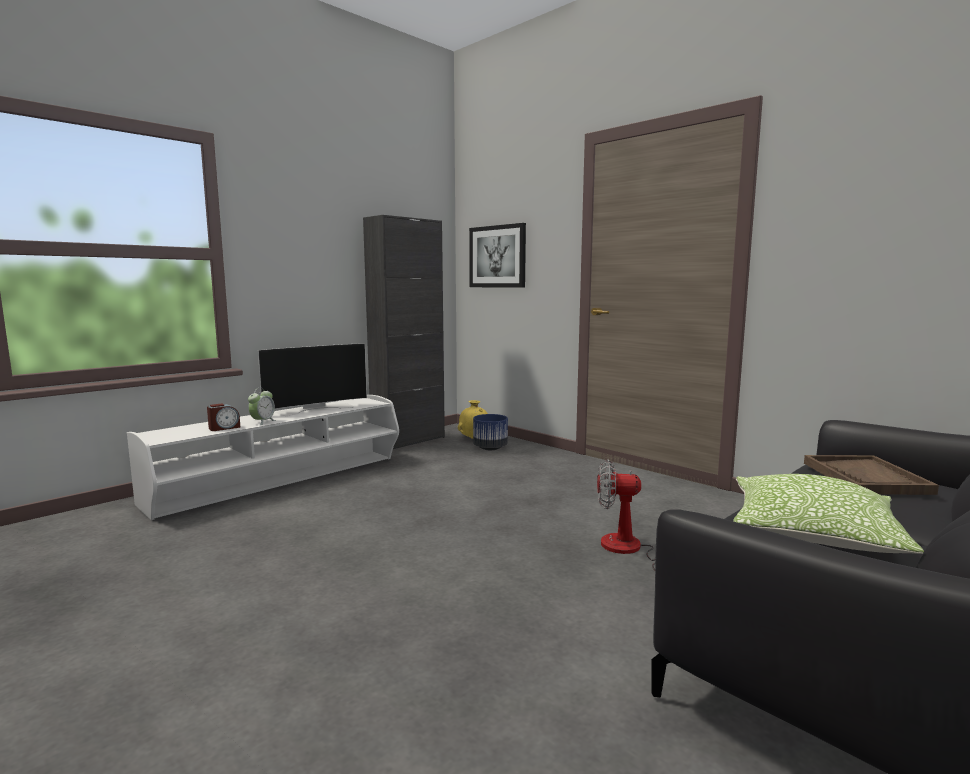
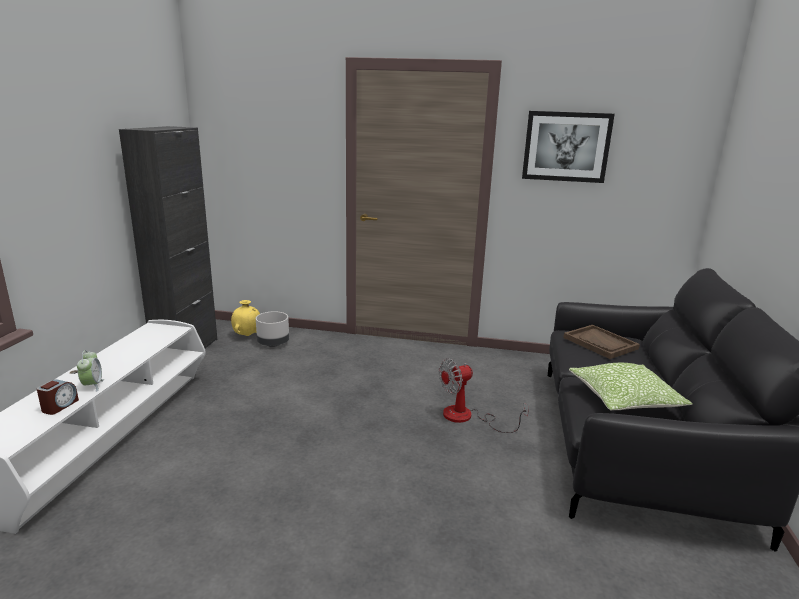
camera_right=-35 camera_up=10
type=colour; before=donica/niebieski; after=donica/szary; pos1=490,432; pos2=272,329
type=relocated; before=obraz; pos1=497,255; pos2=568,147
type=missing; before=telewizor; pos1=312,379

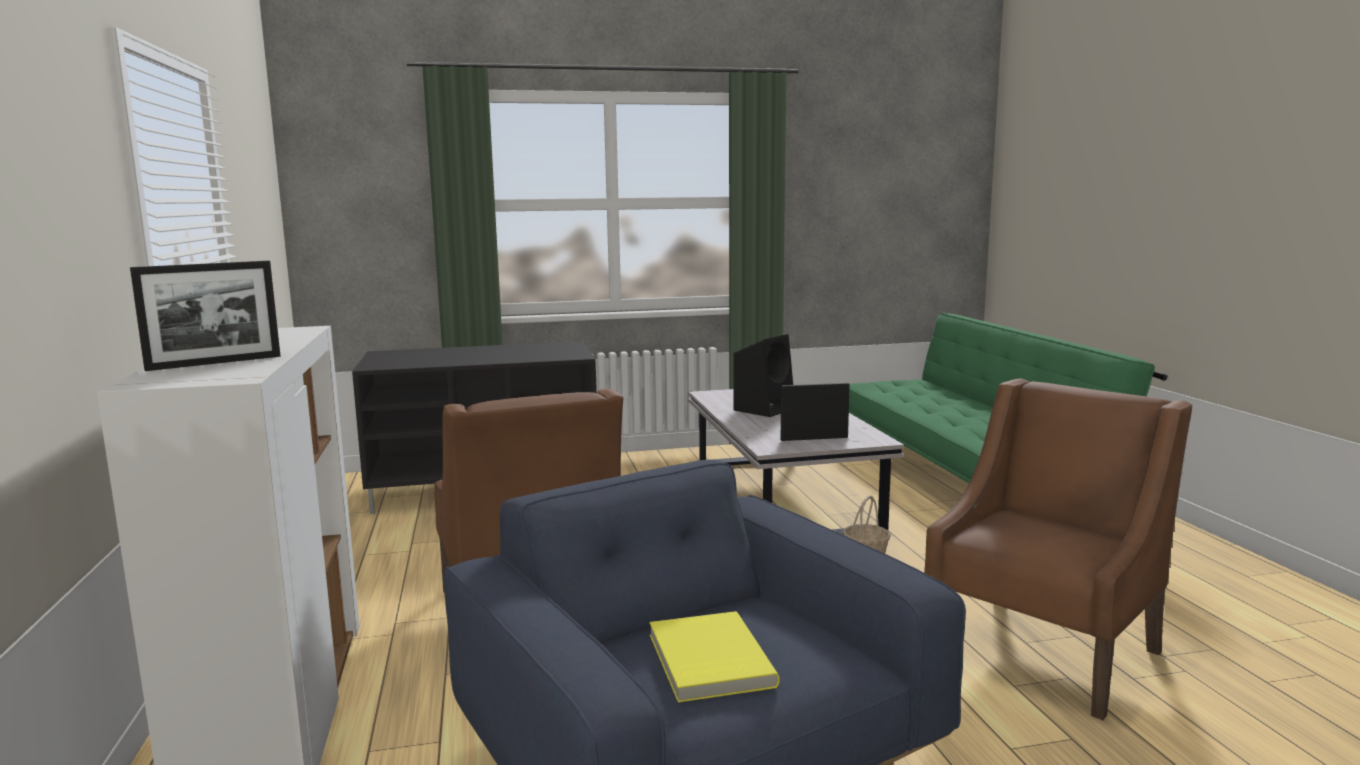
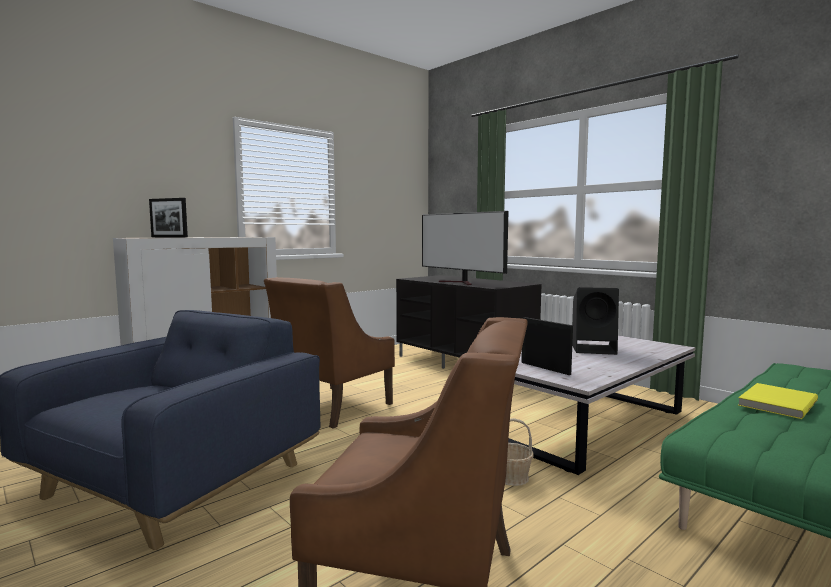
camera_right=60 camera_up=-5
type=appeared; after=telewizor; pos2=465,248
type=relocated; before=książka/żółty; pos1=715,657; pos2=778,401

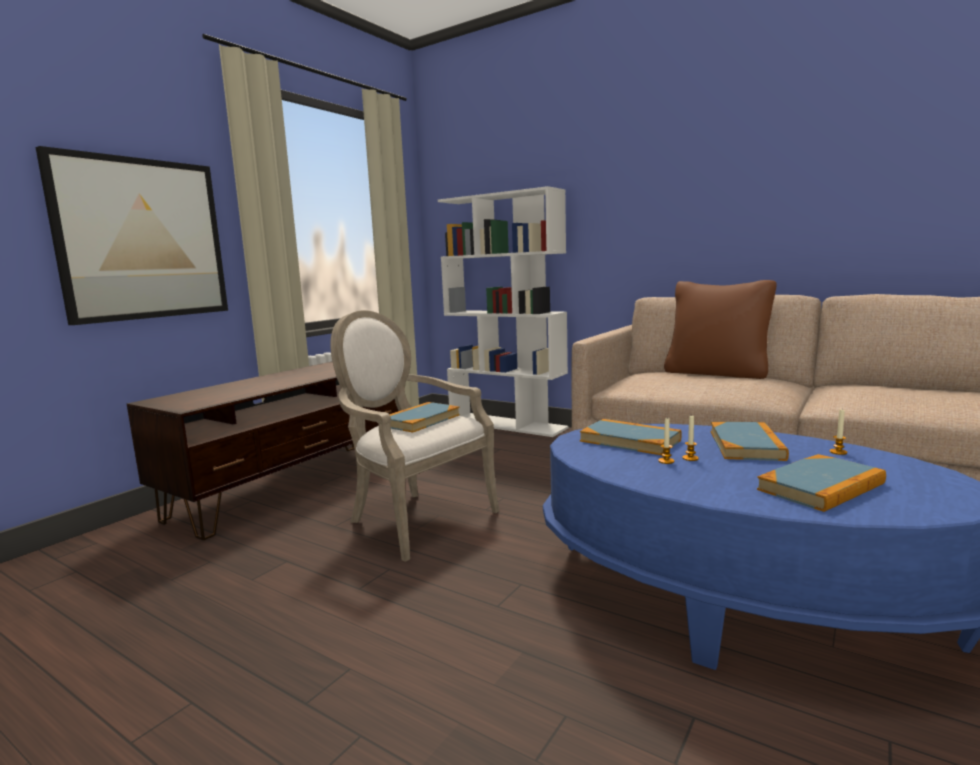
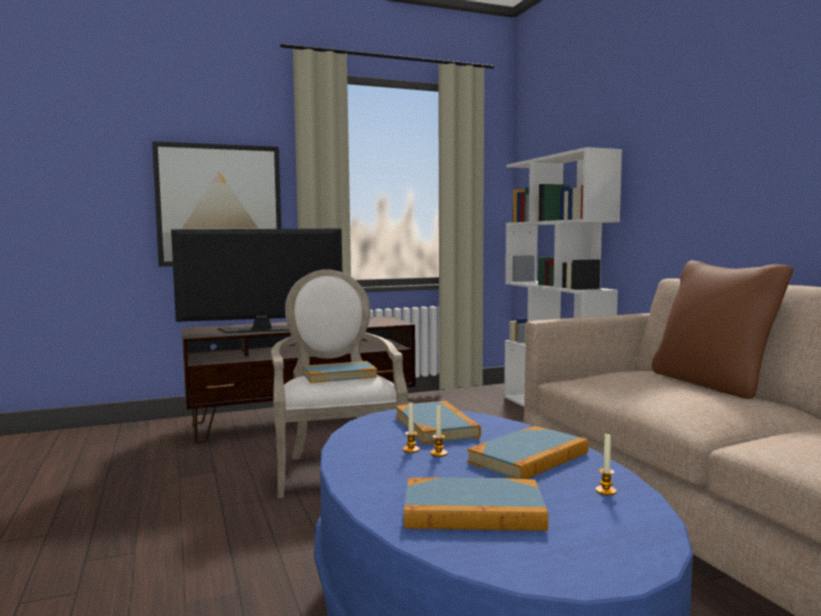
camera_right=35 camera_up=-5
type=appeared; after=telewizor; pos2=256,281

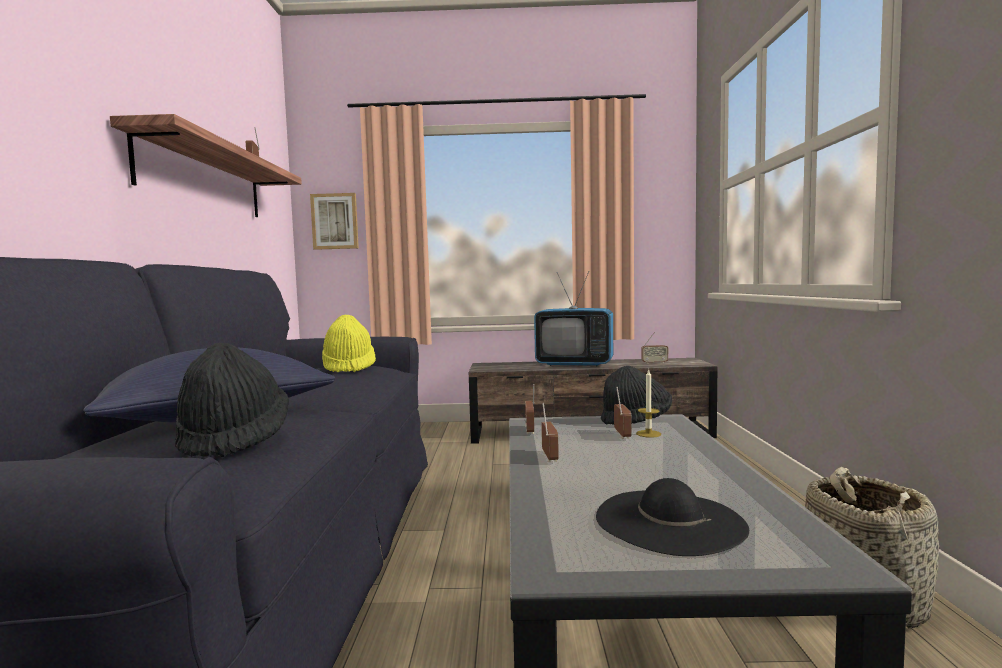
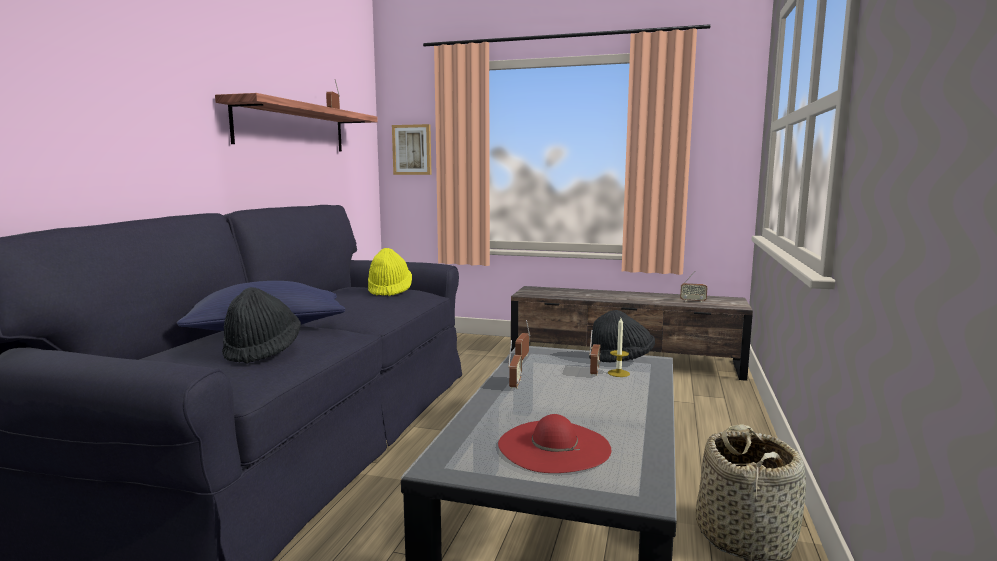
camera_right=15 camera_up=5
type=colour; before=kapelusz/czarny; after=kapelusz/czerwony; pos1=672,517; pos2=554,443
type=missing; before=telewizor; pos1=573,318

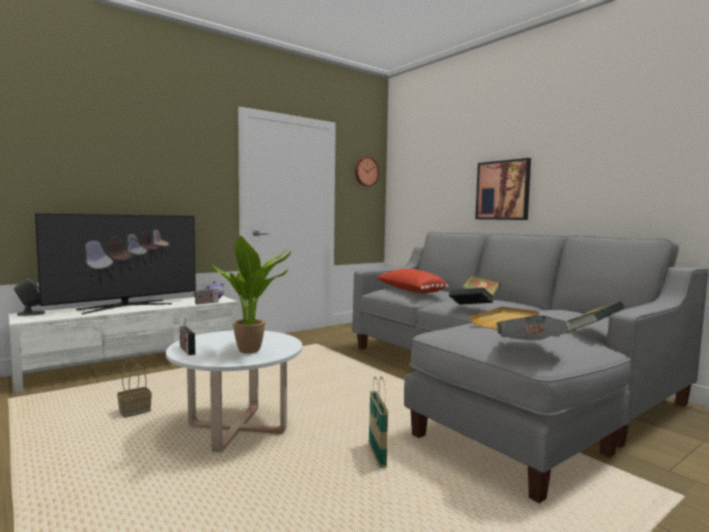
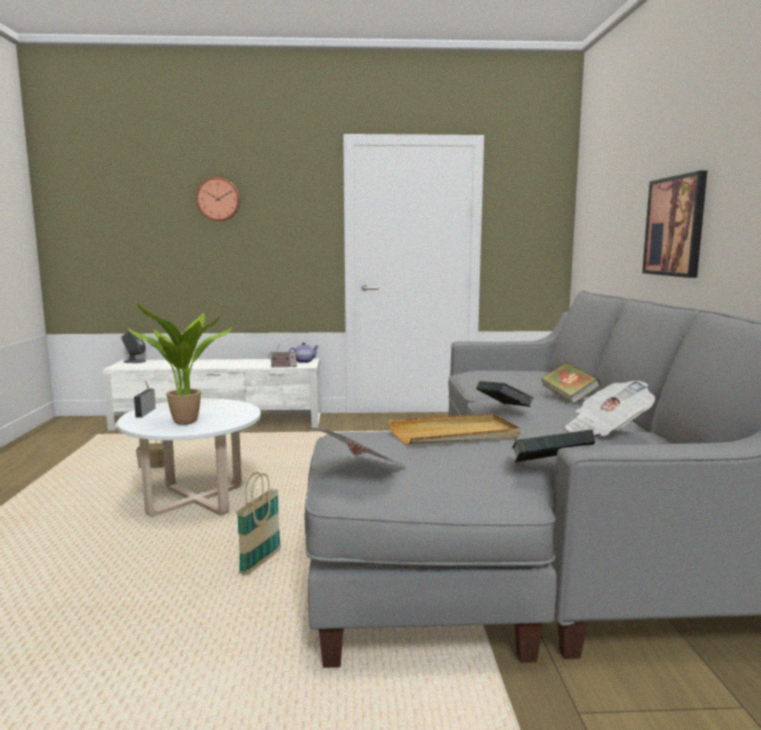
camera_right=35 camera_up=5
type=relocated; before=zegar ścienny; pos1=367,171; pos2=218,199
type=appeared; after=gazeta; pos2=610,408
type=missing; before=telewizor; pos1=115,263
type=missing; before=poduszka/czerwony; pos1=413,281

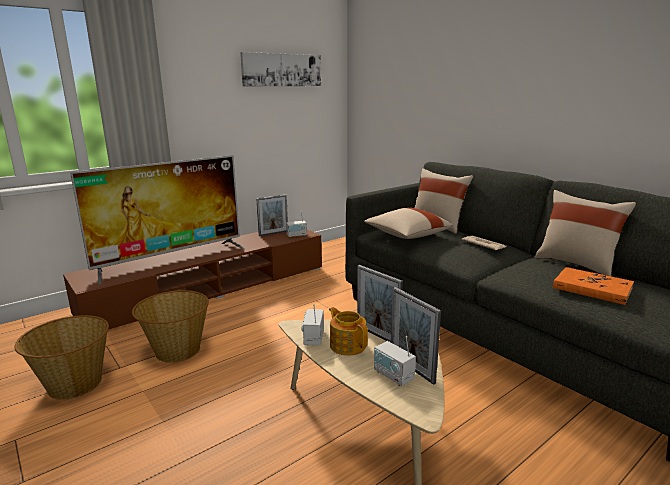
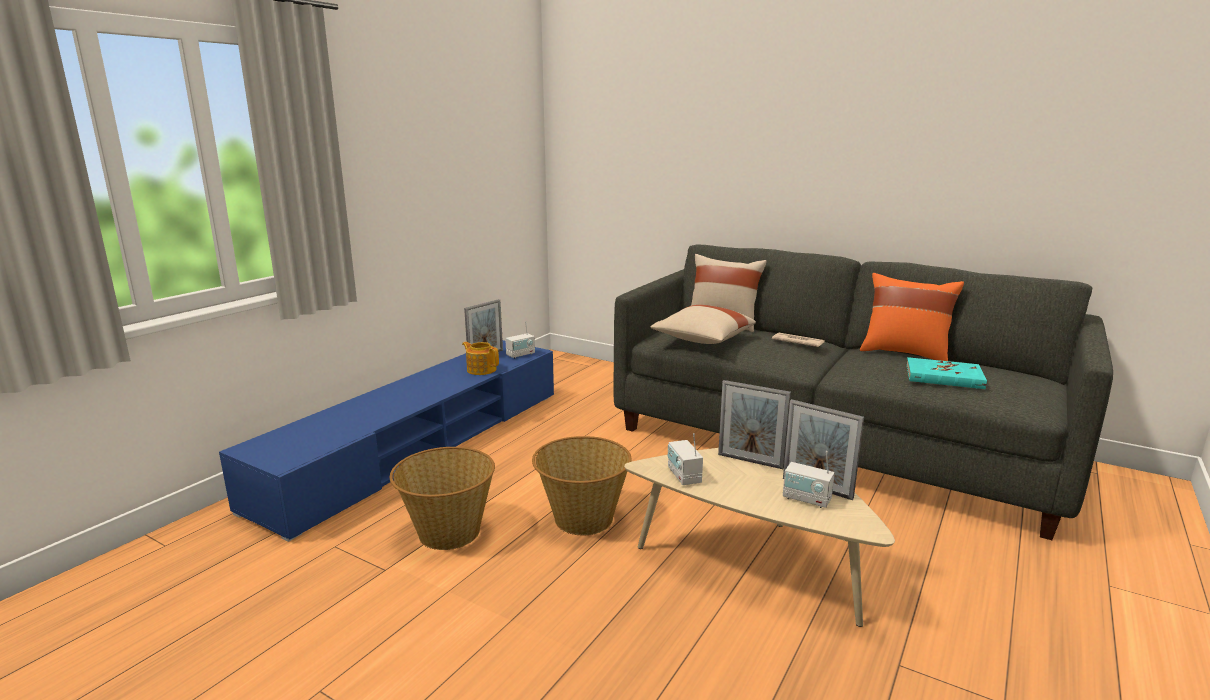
camera_right=-20 camera_up=0
type=colour; before=szafka pod telewizor/brązowy; after=szafka pod telewizor/niebieski; pos1=192,280; pos2=386,441
type=relocated; before=imbryk; pos1=348,331; pos2=480,358
type=relocated; before=koszyk; pos1=61,357; pos2=581,485
type=colour; before=poduszka/beżowy; after=poduszka/pomarańczowy; pos1=585,233; pos2=912,317
type=colour; before=książka/pomarańczowy; after=książka/turkusowy; pos1=593,286; pos2=946,373
type=missing; before=telewizor; pos1=157,220
type=missing; before=obraz; pos1=280,69

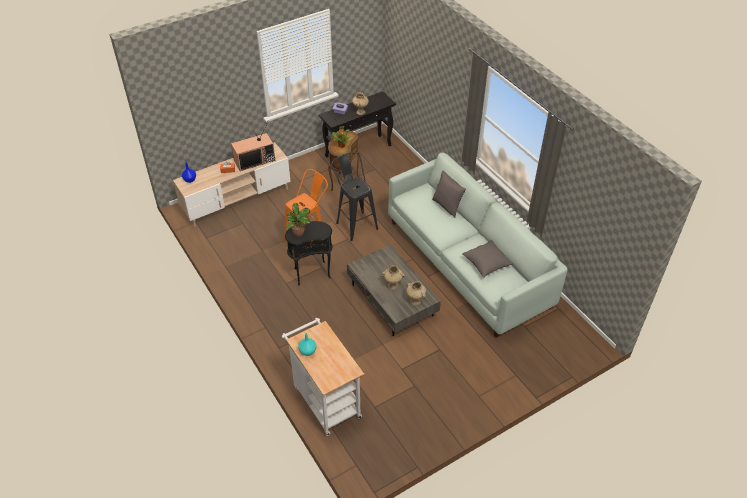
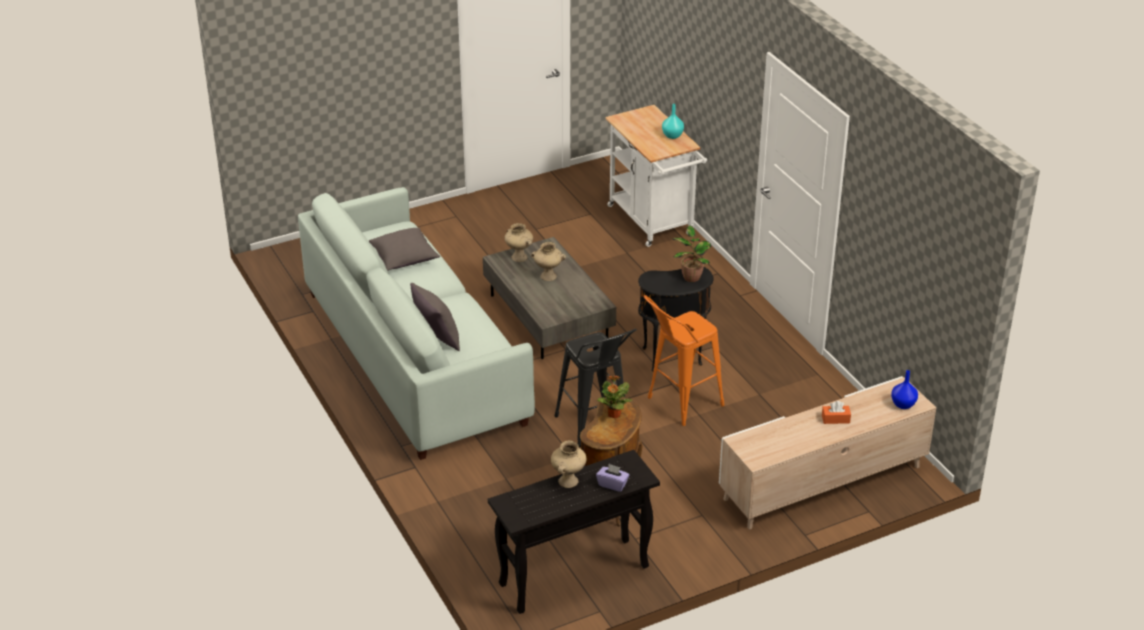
camera_right=-175 camera_up=-10
type=missing; before=telewizor; pos1=253,146

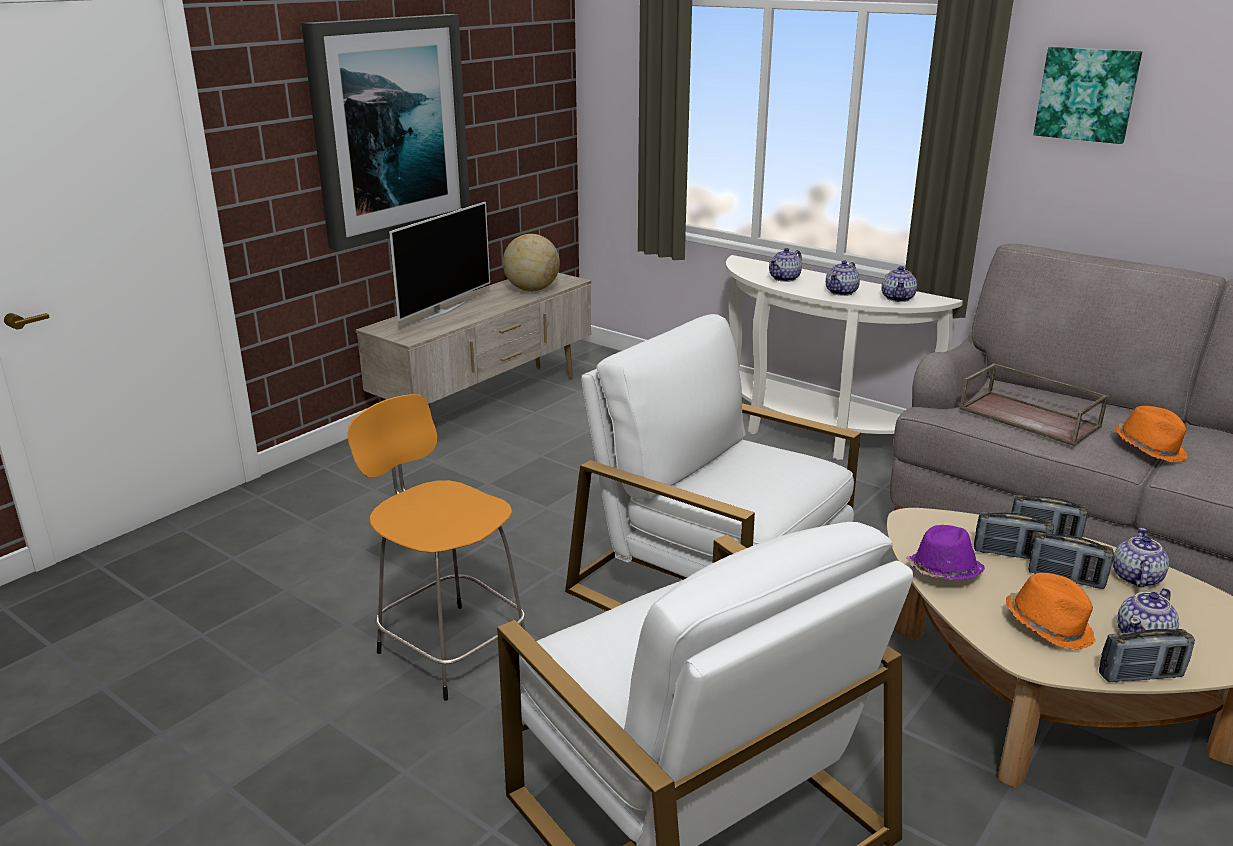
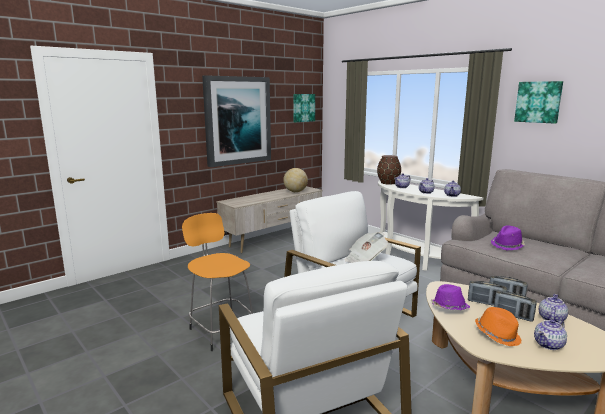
camera_right=10 camera_up=-10
type=appeared; after=obraz; pos2=304,108
type=appeared; after=gazeta; pos2=366,247
type=appeared; after=wazon/brązowy; pos2=389,170
type=exchanged; before=taca/brązowy; after=kapelusz/fioletowy; pos1=1034,404; pos2=508,238
type=missing; before=telewizor; pos1=439,262
type=missing; before=radio; pos1=1147,656
type=missing; before=kapelusz/pomarańczowy; pos1=1151,434

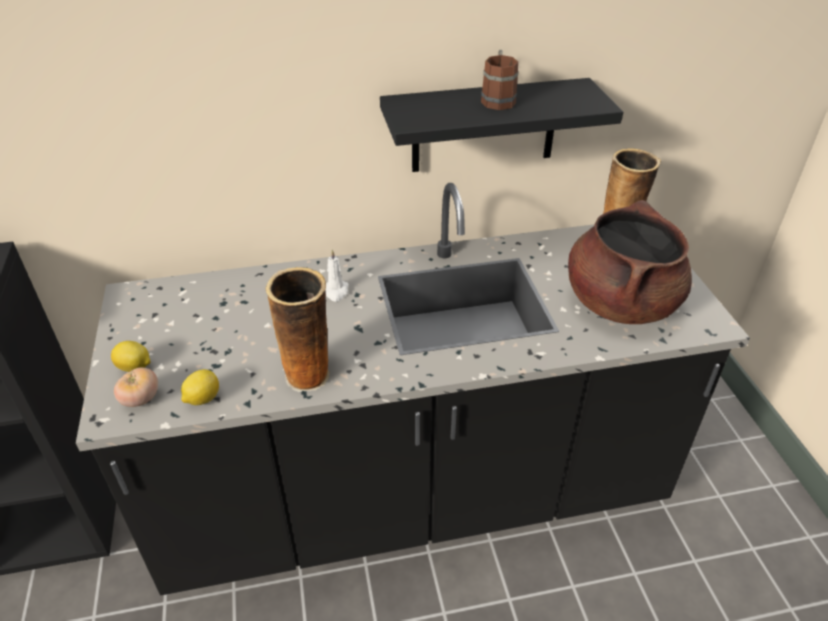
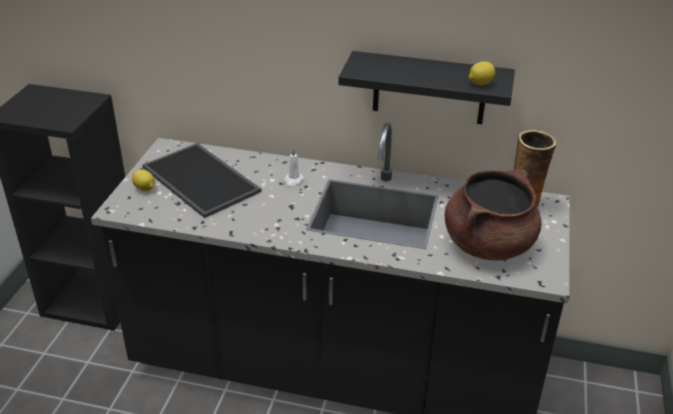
camera_right=25 camera_up=-5
type=appeared; after=taca; pos2=201,180
type=relocated; before=cytryna; pos1=200,387; pos2=482,73
type=missing; before=pomidor; pos1=136,387
type=missing; before=wazon; pos1=298,329
type=missing; before=kubek/brązowy; pos1=500,80

